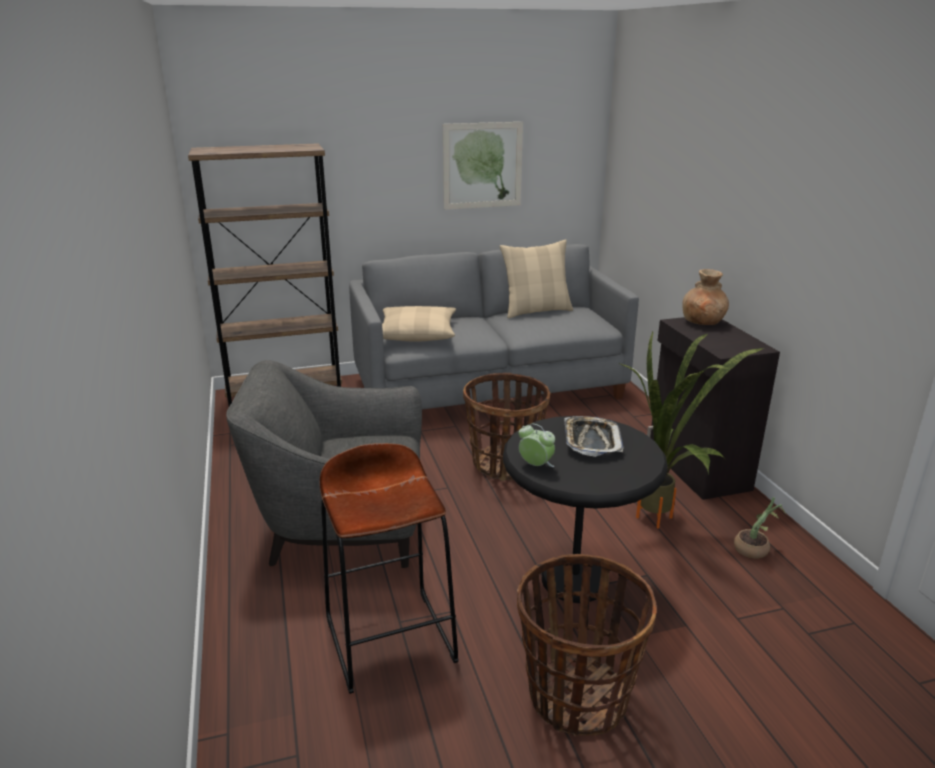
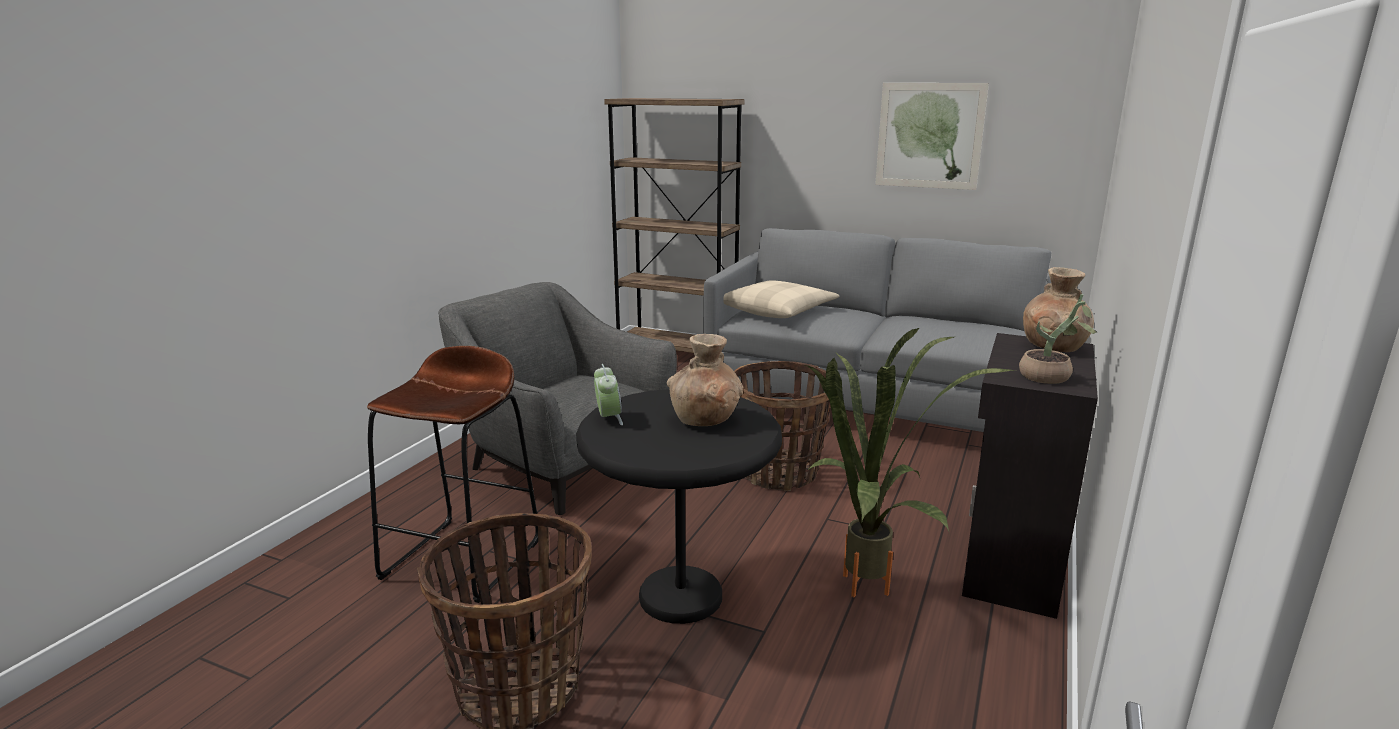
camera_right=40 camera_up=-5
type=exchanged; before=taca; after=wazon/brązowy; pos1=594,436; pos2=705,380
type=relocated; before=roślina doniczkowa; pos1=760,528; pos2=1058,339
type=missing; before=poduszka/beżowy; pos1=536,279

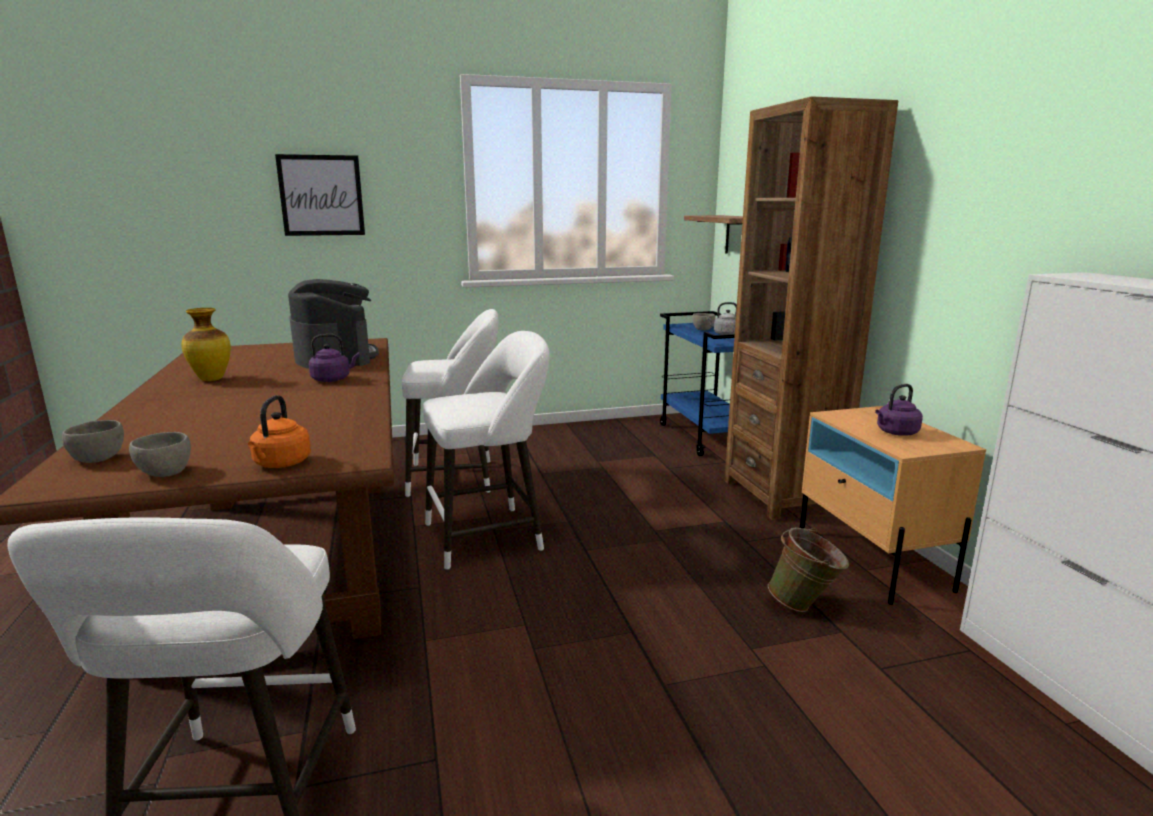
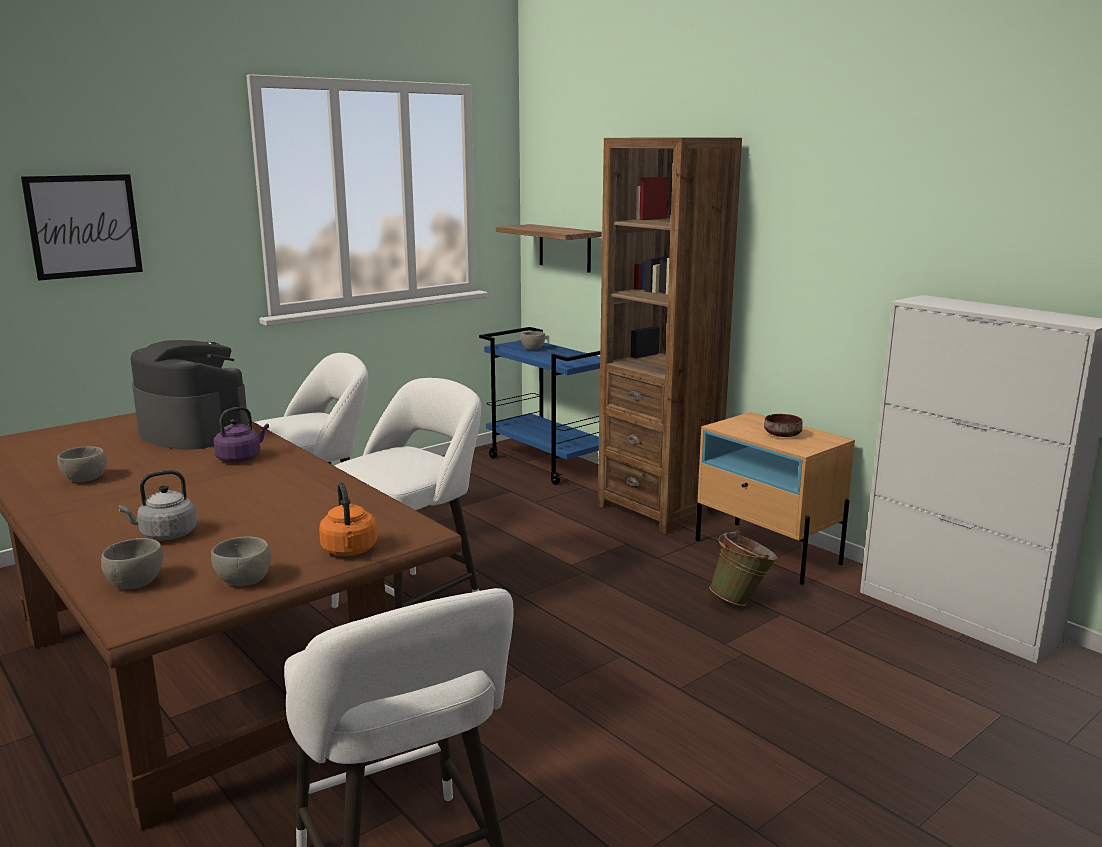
camera_right=-25 camera_up=0
type=exchanged; before=wazon; after=miska/szary; pos1=206,344; pos2=82,464
type=relocated; before=czajnik/szary; pos1=722,318; pos2=157,505
type=exchanged; before=czajnik/fioletowy; after=miska/brązowy; pos1=899,410; pos2=783,425

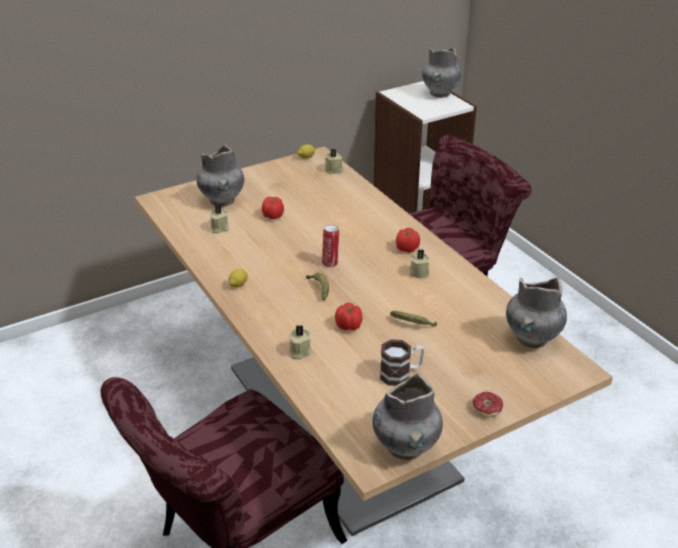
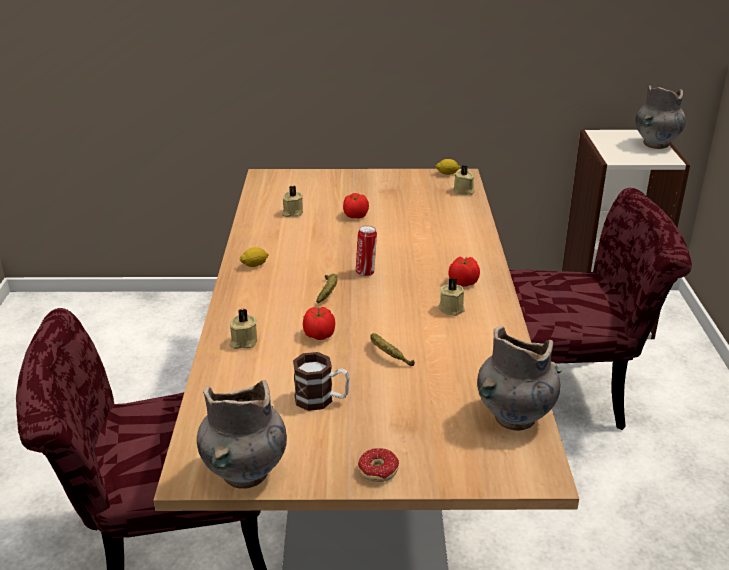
camera_right=30 camera_up=-5
type=missing; before=wazon/szary; pos1=220,175

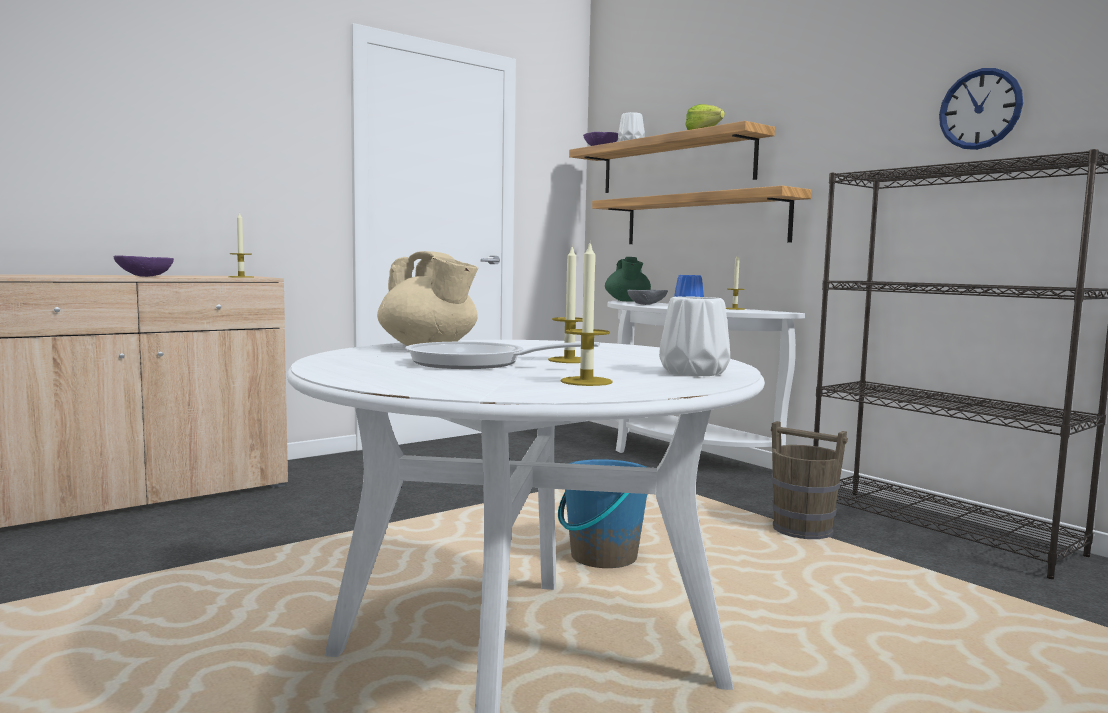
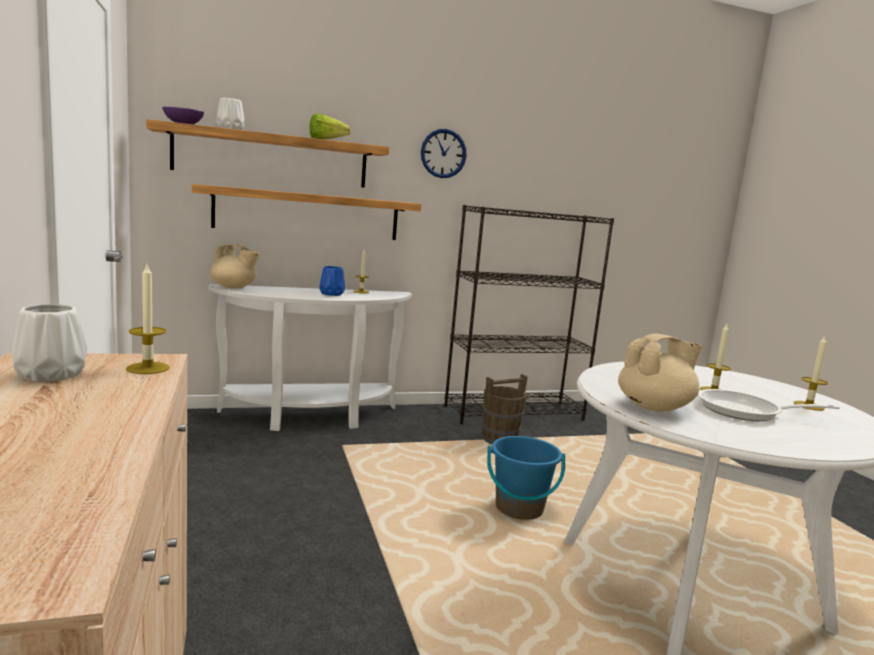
camera_right=-70 camera_up=5
type=relocated; before=wazon/biały; pos1=694,336; pos2=49,343
type=colour; before=imbryk/zielony; after=imbryk/beżowy; pos1=628,279; pos2=235,266
type=relocated; before=zegar ścienny; pos1=981,109; pos2=444,153
type=spun; before=patelnia; pos1=502,355; pos2=769,405; turn=60
type=missing; before=miska/fioletowy; pos1=144,266
type=missing; before=miska/szary; pos1=647,297

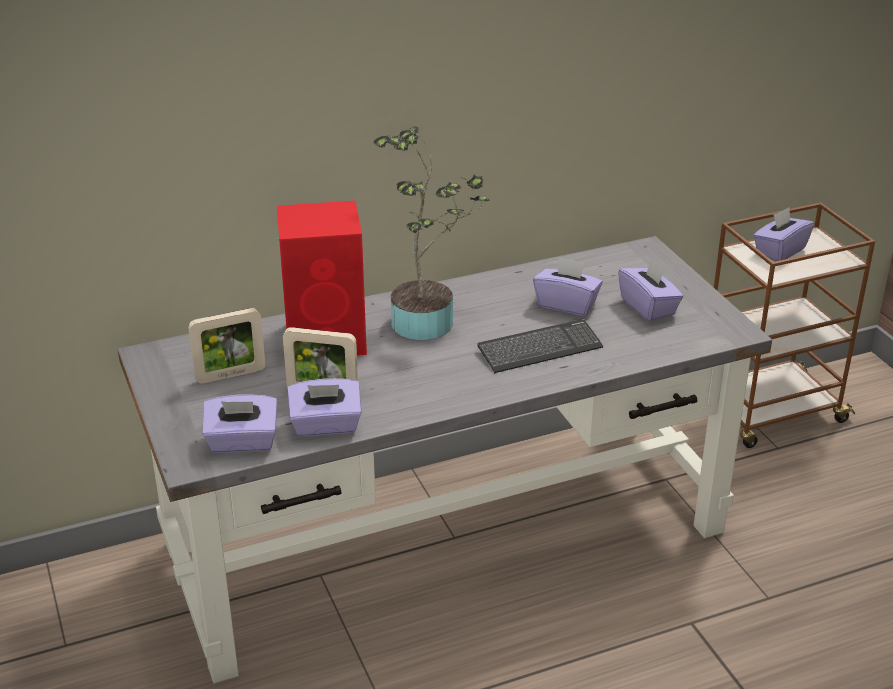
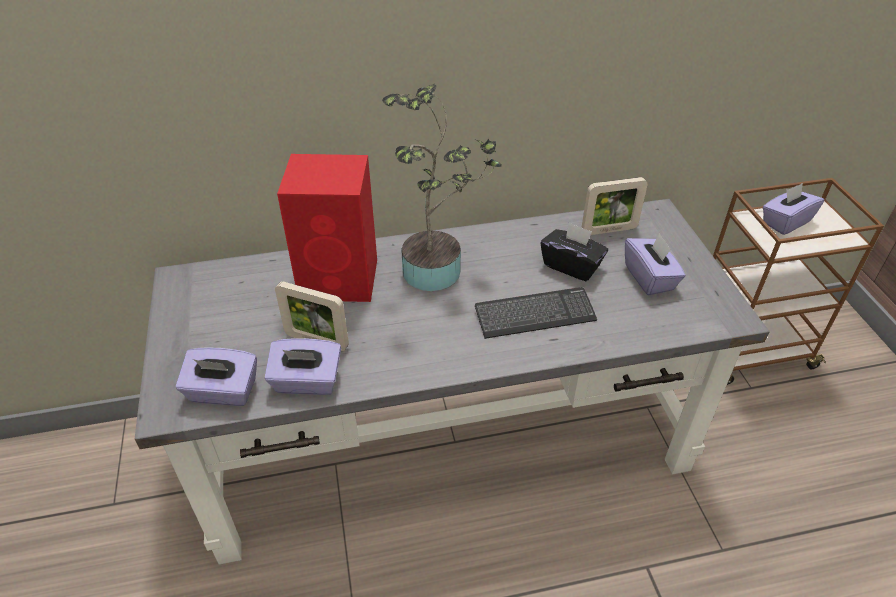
camera_right=10 camera_up=10
type=colour; before=pudełko chusteczek/fioletowy; after=pudełko chusteczek/czarny; pos1=568,286; pos2=574,251
type=relocated; before=ramka na zdjęcie; pos1=226,346; pos2=614,206

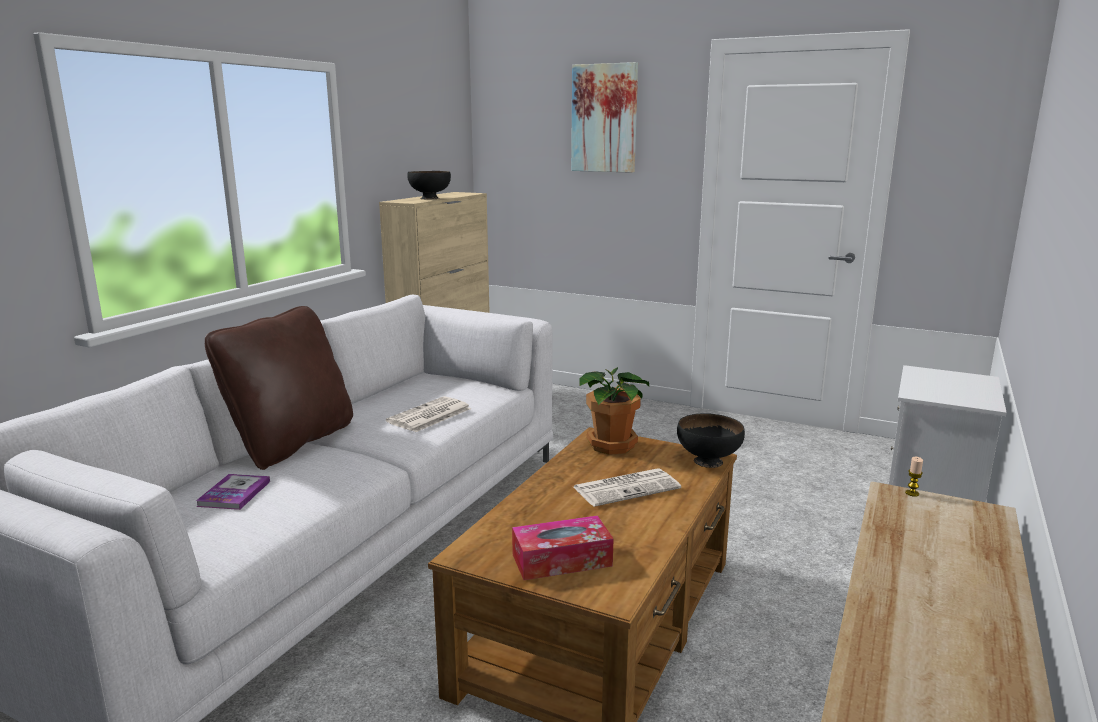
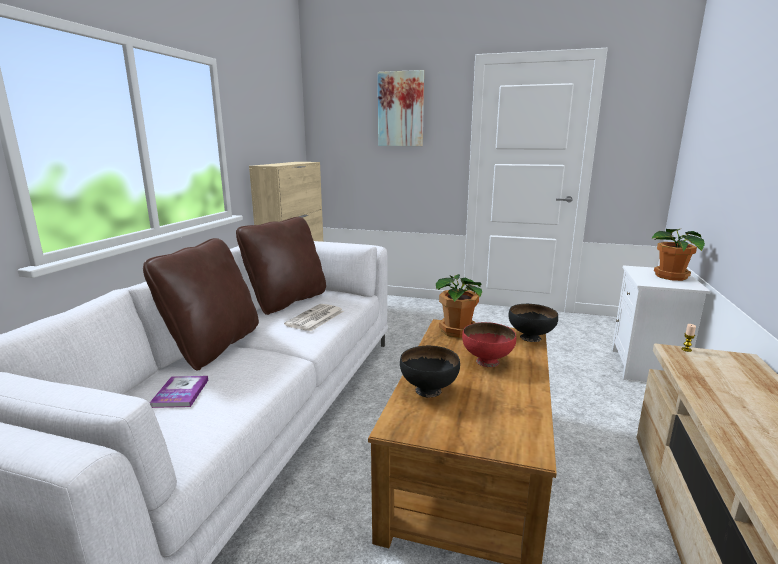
camera_right=-10 camera_up=0
type=appeared; after=poduszka/brązowy; pos2=281,266
type=relocated; before=miska/czarny; pos1=429,185; pos2=430,371
type=exchanged; before=gazeta; after=miska/czerwony; pos1=627,487; pos2=489,344
type=appeared; after=roślina doniczkowa; pos2=678,255
type=missing; before=pudełko chusteczek; pos1=563,547

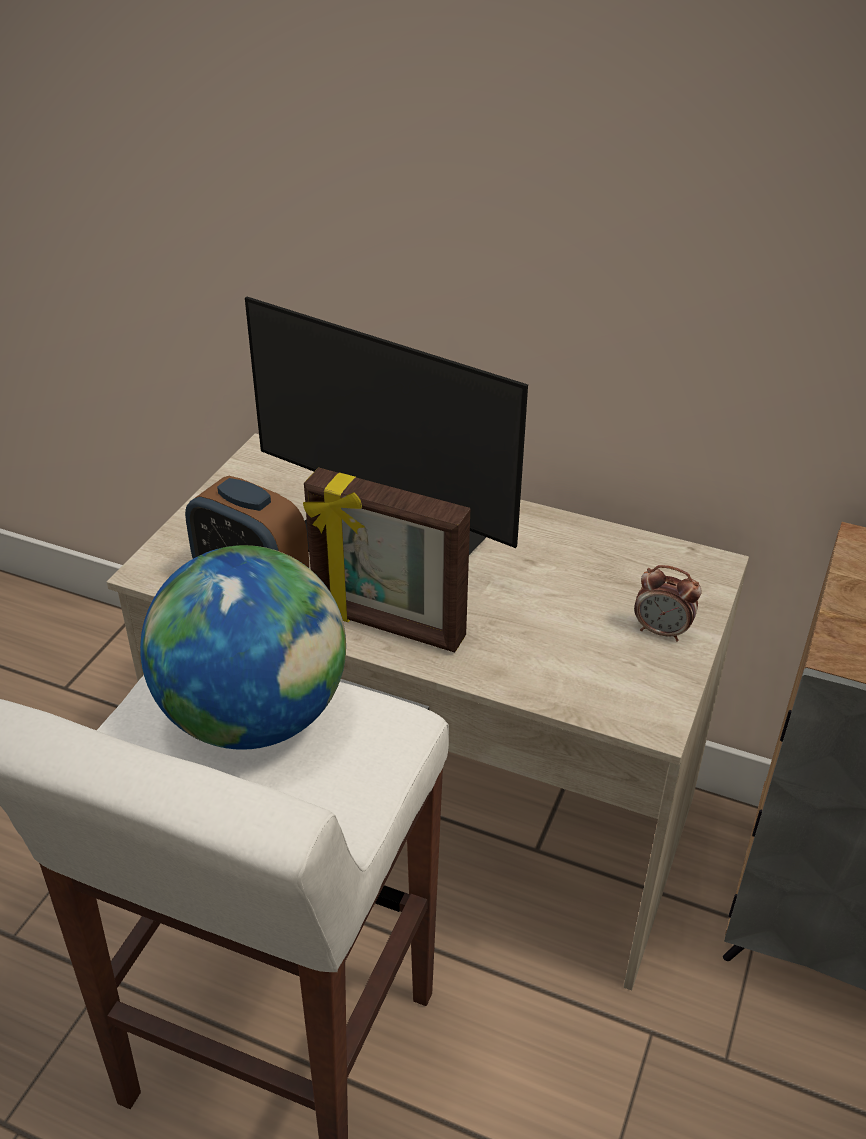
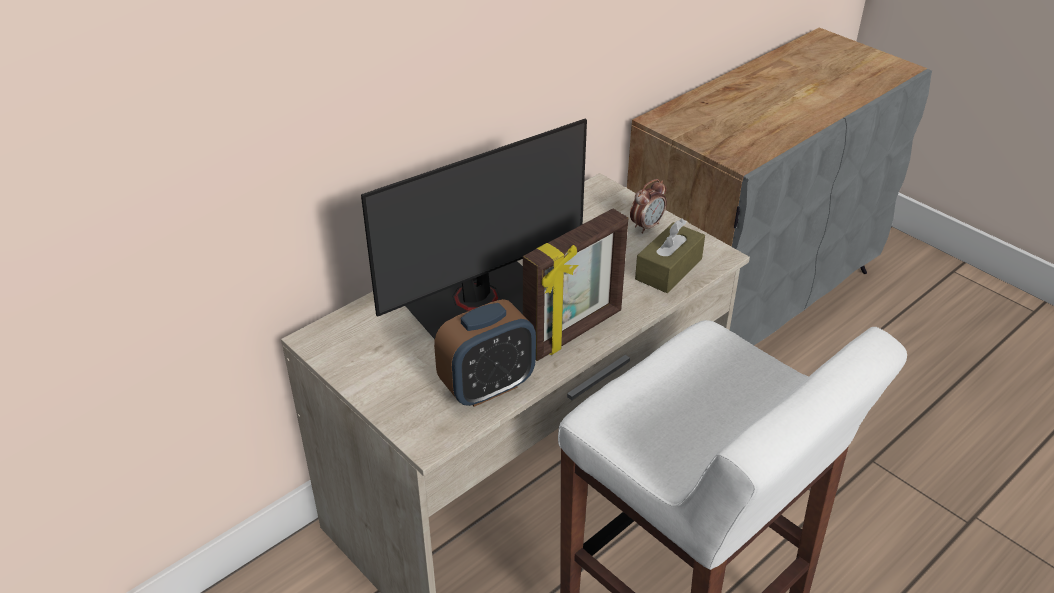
camera_right=-65 camera_up=0
type=appeared; after=pudełko chusteczek/brązowy; pos2=670,256
type=missing; before=globus; pos1=243,647

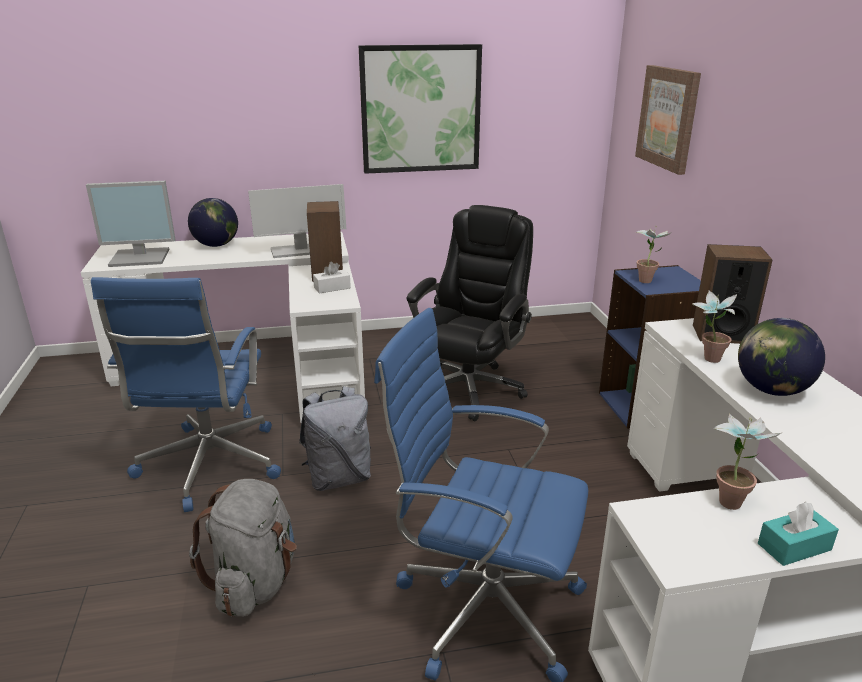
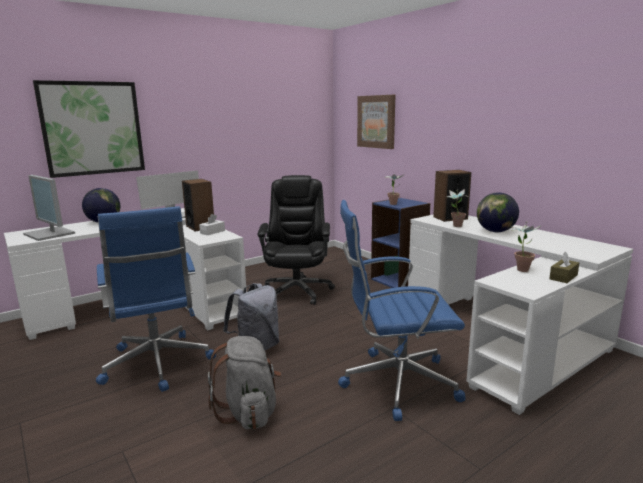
camera_right=-25 camera_up=-10
type=spun; before=monitor; pos1=131,224; pos2=49,208; turn=75
type=relocated; before=obraz; pos1=420,109; pos2=89,129
type=colour; before=pudełko chusteczek/turkusowy; after=pudełko chusteczek/brązowy; pos1=798,534; pos2=564,267

